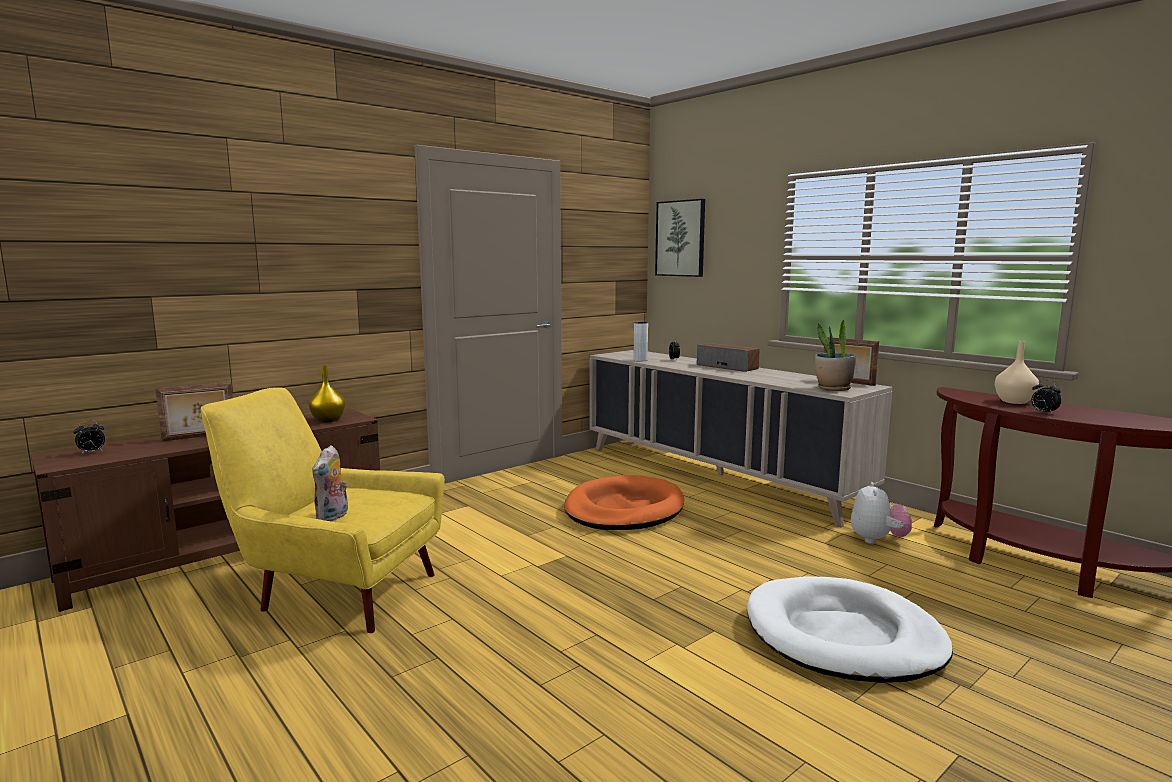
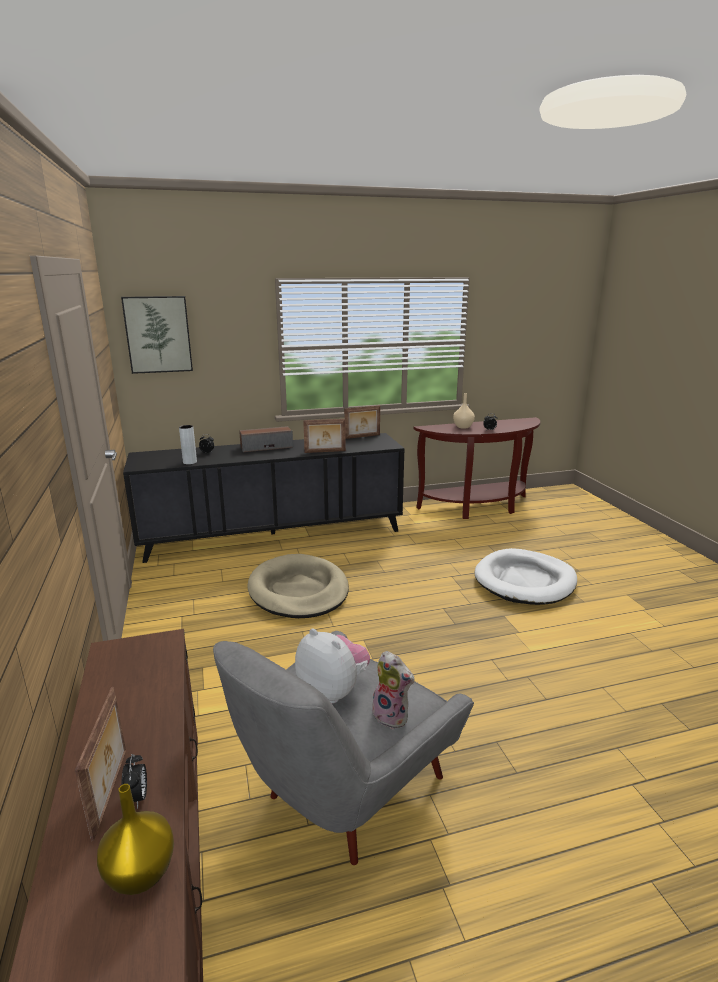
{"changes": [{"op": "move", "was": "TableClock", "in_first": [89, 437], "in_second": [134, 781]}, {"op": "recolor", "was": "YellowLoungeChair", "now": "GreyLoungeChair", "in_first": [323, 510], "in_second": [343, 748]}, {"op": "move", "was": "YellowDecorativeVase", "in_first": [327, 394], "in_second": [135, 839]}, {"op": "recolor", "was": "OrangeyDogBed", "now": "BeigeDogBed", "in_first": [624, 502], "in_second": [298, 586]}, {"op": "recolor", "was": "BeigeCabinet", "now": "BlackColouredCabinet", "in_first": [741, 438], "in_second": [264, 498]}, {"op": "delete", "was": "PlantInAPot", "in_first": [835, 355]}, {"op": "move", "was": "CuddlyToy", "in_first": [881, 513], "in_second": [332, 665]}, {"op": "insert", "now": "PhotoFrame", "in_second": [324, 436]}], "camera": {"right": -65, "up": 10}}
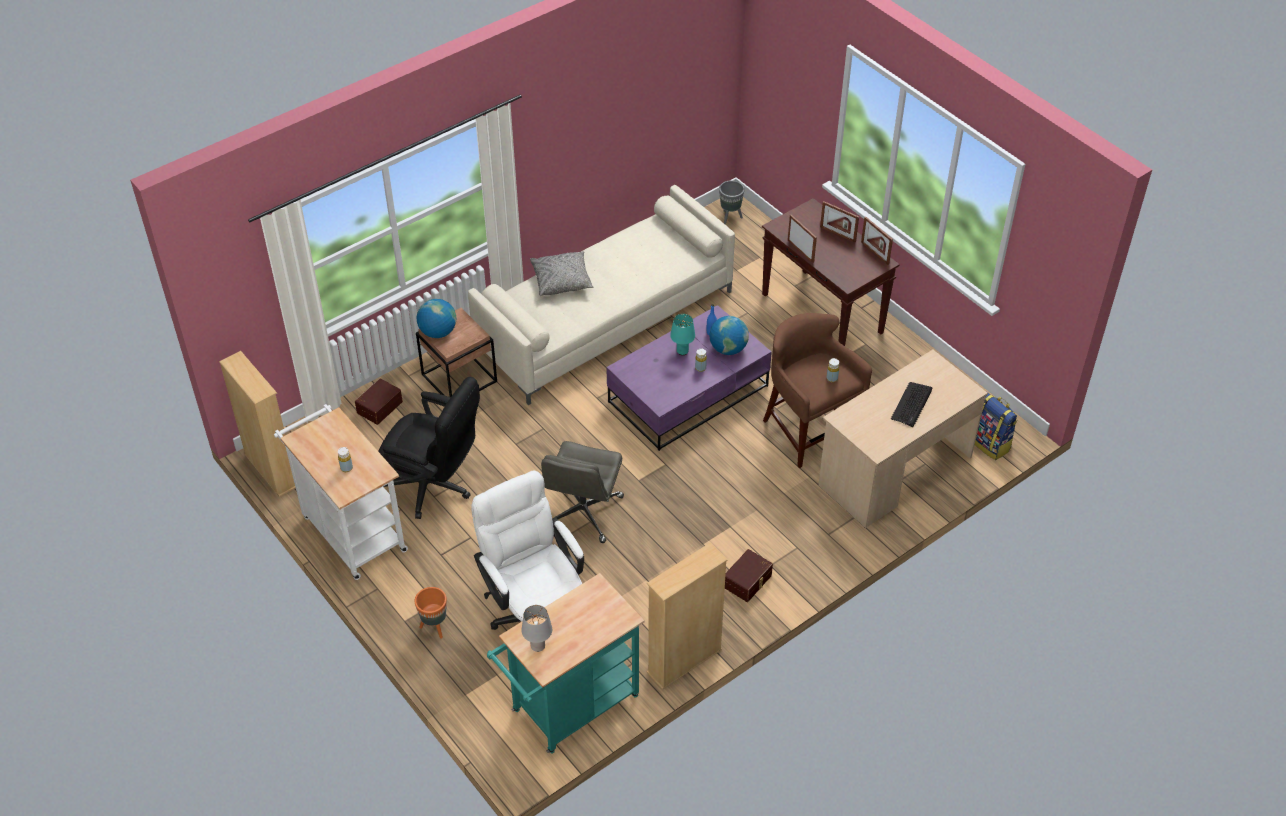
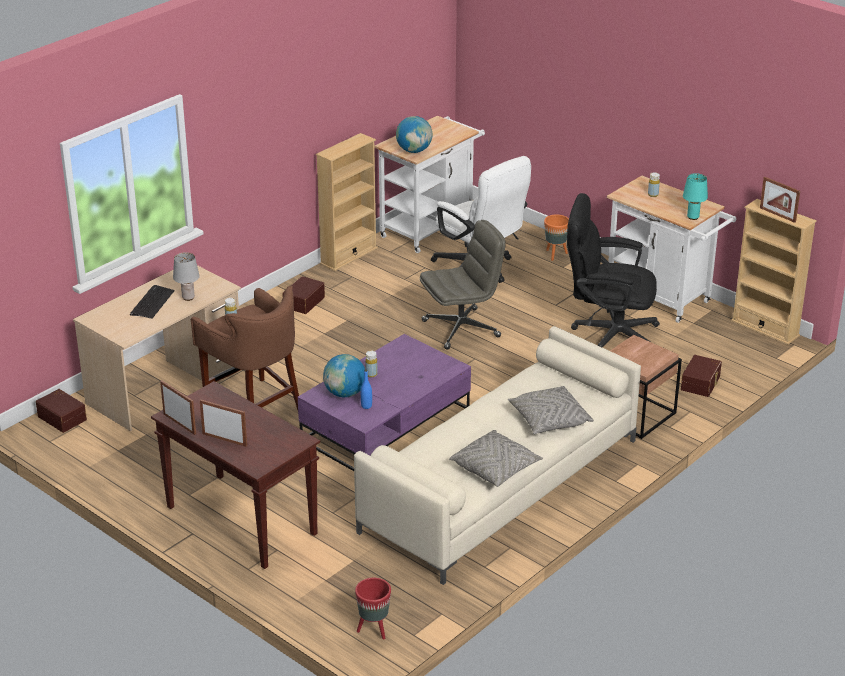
{"changes": [{"op": "move", "was": "Globe", "in_first": [436, 318], "in_second": [414, 134]}, {"op": "recolor", "was": "TurquoiseWheeledCart", "now": "WhiteColouredWheeledCart", "in_first": [566, 663], "in_second": [430, 184]}, {"op": "move", "was": "GreyLampForATable", "in_first": [537, 628], "in_second": [186, 276]}, {"op": "rotate", "was": "GreyDeskChair", "in_first": [582, 492], "in_second": [463, 285], "clockwise": 60}, {"op": "move", "was": "TurquoiseLampForATable", "in_first": [682, 334], "in_second": [695, 196]}, {"op": "recolor", "was": "GreyPlantPot", "now": "RedPlantPot", "in_first": [732, 202], "in_second": [373, 609]}, {"op": "move", "was": "PhotoFrame", "in_first": [802, 239], "in_second": [780, 200]}, {"op": "replace", "was": "Knapsack", "now": "BrownishStorageBox", "in_first": [996, 426], "in_second": [61, 411]}, {"op": "insert", "now": "GreyPillow", "in_second": [496, 458]}], "camera": {"right": 170, "up": -15}}
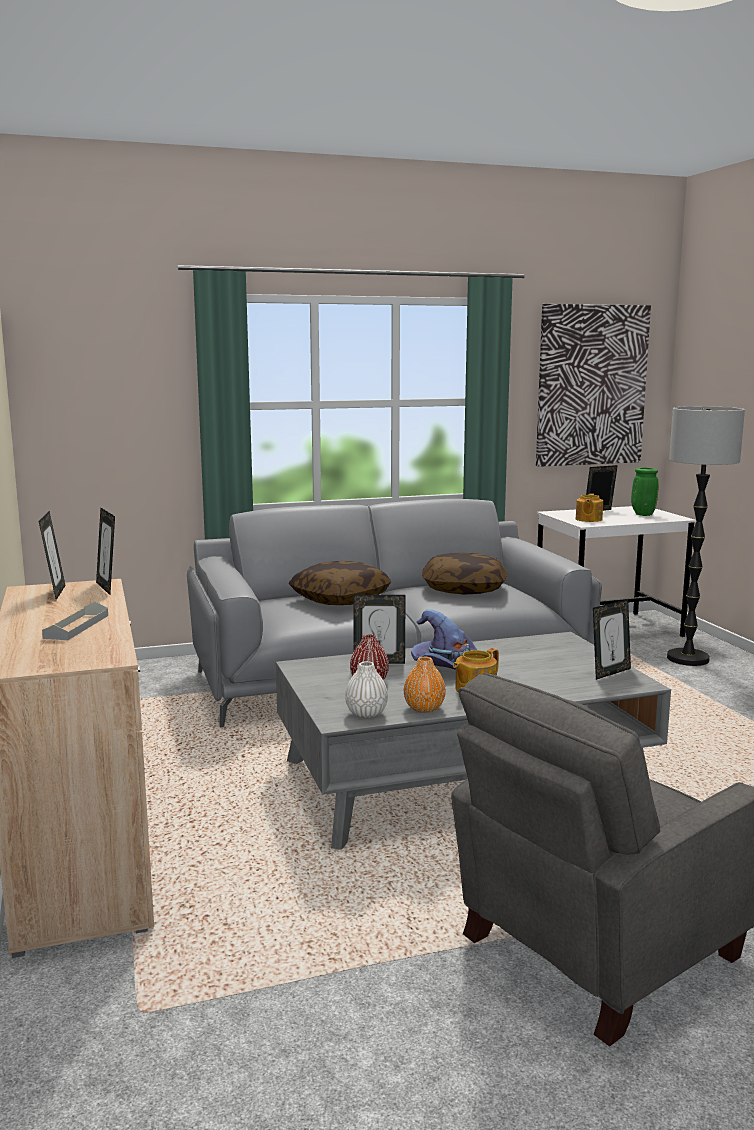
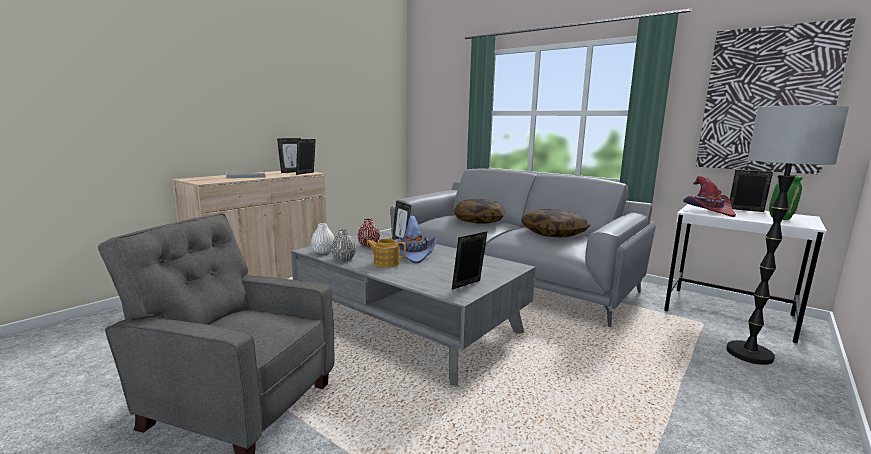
{"changes": [{"op": "recolor", "was": "OrangeyDecorativeVase", "now": "GreyDecorativeVase", "in_first": [425, 685], "in_second": [343, 245]}, {"op": "replace", "was": "Teapot", "now": "RedHat", "in_first": [589, 507], "in_second": [709, 196]}, {"op": "rotate", "was": "PhotoFrame", "in_first": [612, 639], "in_second": [469, 260], "clockwise": 120}], "camera": {"right": 55, "up": 0}}
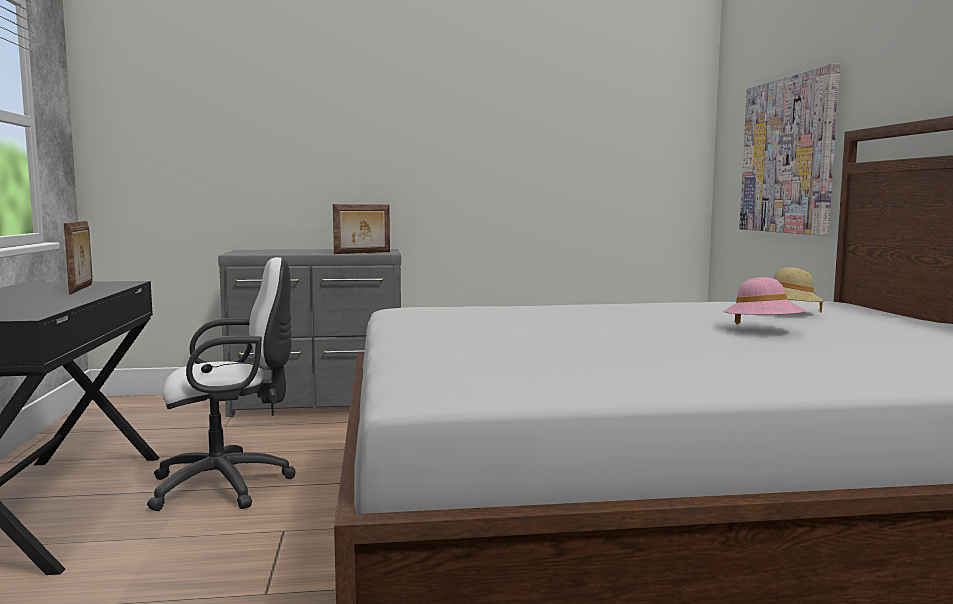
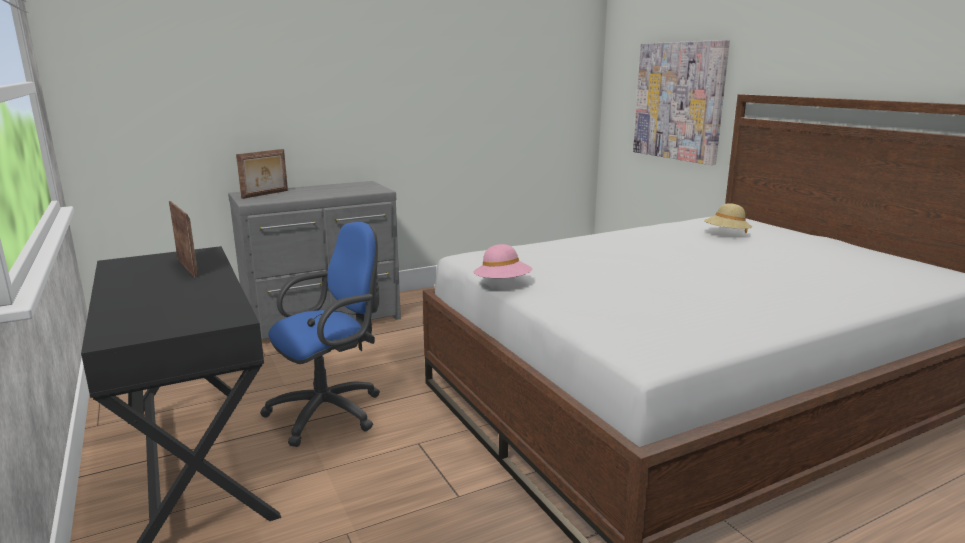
{"changes": [{"op": "recolor", "was": "WhiteColouredDeskChair", "now": "BlueDeskChair", "in_first": [221, 384], "in_second": [320, 334]}, {"op": "move", "was": "PhotoFrame", "in_first": [361, 229], "in_second": [262, 174]}, {"op": "move", "was": "PinkishHat", "in_first": [764, 301], "in_second": [503, 261]}], "camera": {"right": -20, "up": 10}}
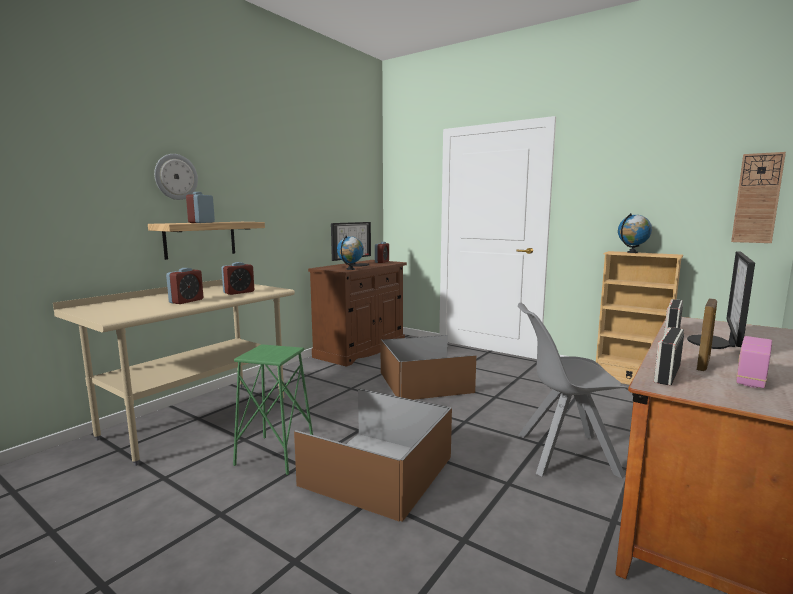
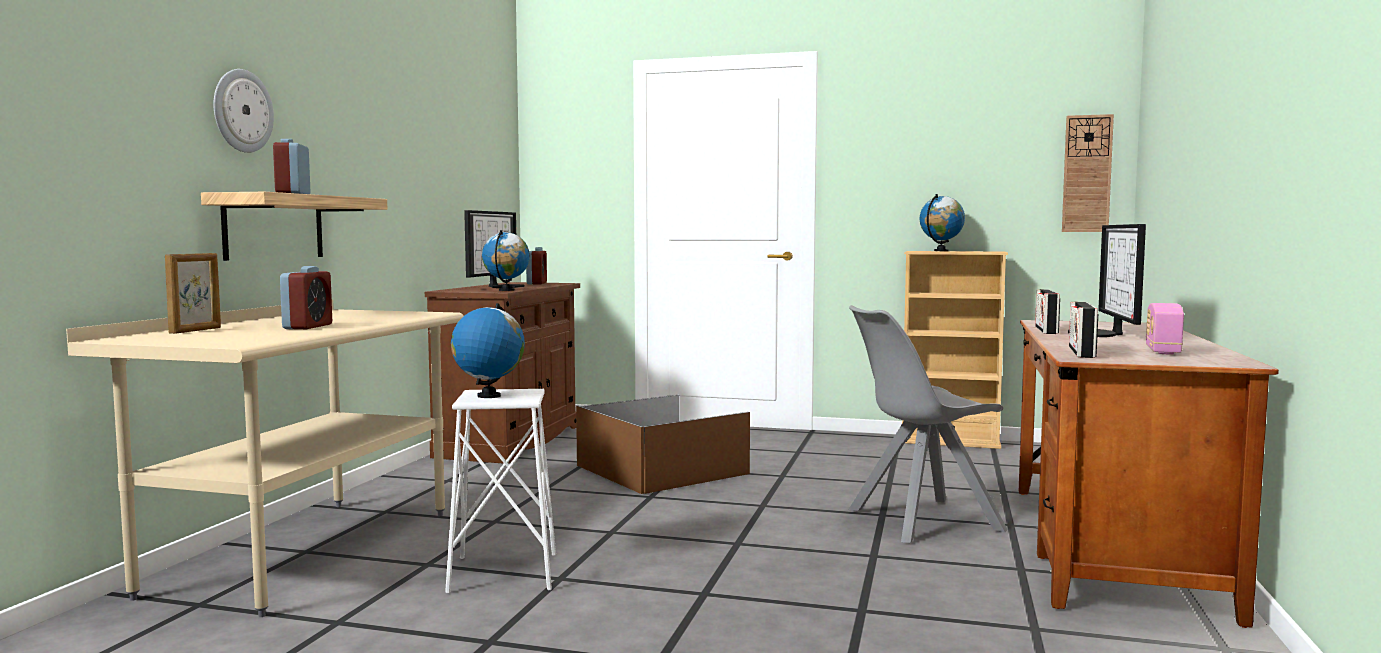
{"changes": [{"op": "delete", "was": "TableClock", "in_first": [237, 278]}, {"op": "recolor", "was": "GreenStool", "now": "WhiteColouredStool", "in_first": [273, 409], "in_second": [500, 491]}, {"op": "delete", "was": "BrownishStorageBox", "in_first": [373, 455]}, {"op": "move", "was": "PhotoFrame", "in_first": [707, 334], "in_second": [193, 293]}, {"op": "insert", "now": "Globe", "in_second": [488, 350]}], "camera": {"right": -20, "up": -5}}
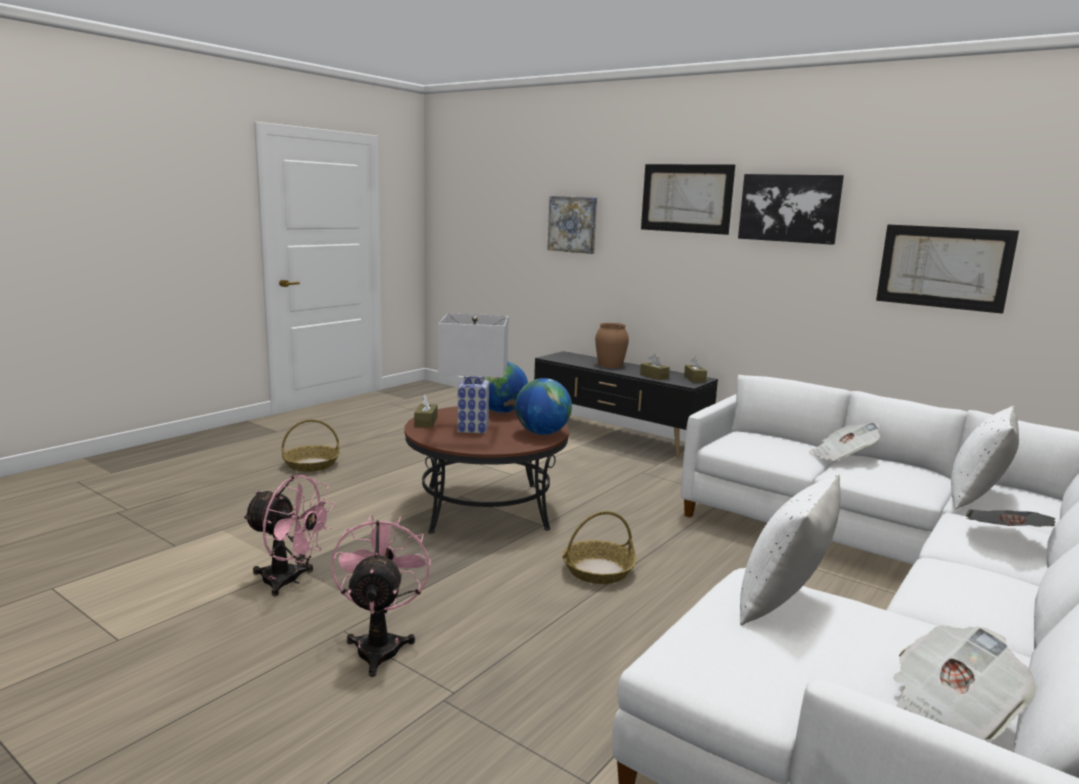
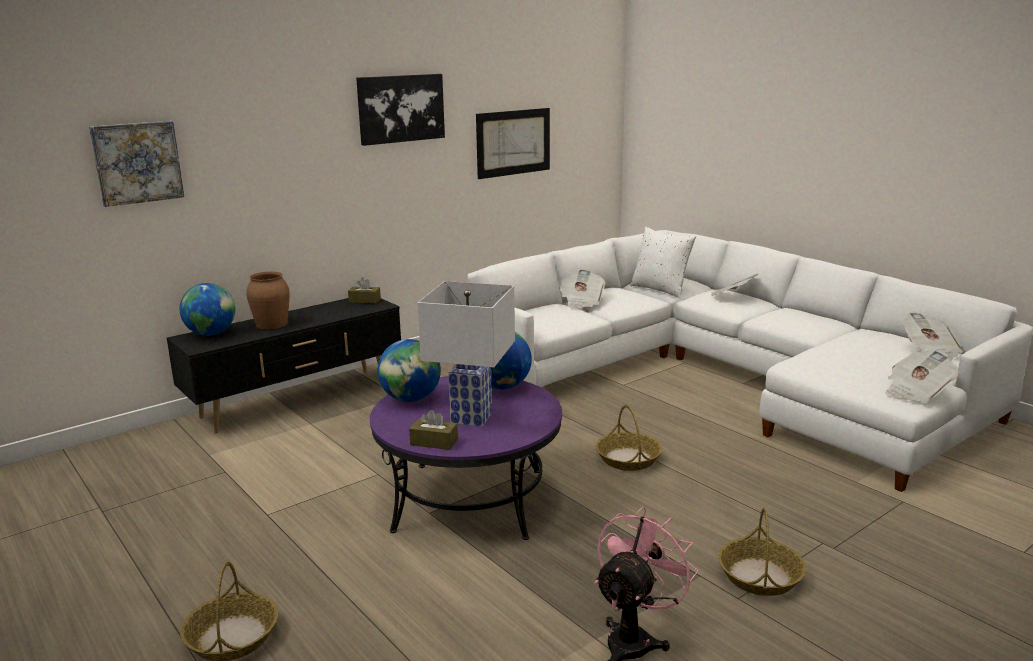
{"changes": [{"op": "replace", "was": "PinkishElectricFan", "now": "HouseholdBasket", "in_first": [381, 595], "in_second": [762, 551]}, {"op": "recolor", "was": "BrownishCoffeeTable", "now": "PurplishCoffeeTable", "in_first": [486, 470], "in_second": [466, 458]}, {"op": "delete", "was": "BrownishTissueBox", "in_first": [655, 367]}, {"op": "delete", "was": "Picture", "in_first": [688, 199]}, {"op": "delete", "was": "WhiteColouredPillow", "in_first": [790, 550]}, {"op": "insert", "now": "Globe", "in_second": [207, 309]}, {"op": "insert", "now": "DailyPaper", "in_second": [922, 376]}], "camera": {"right": -75, "up": 5}}
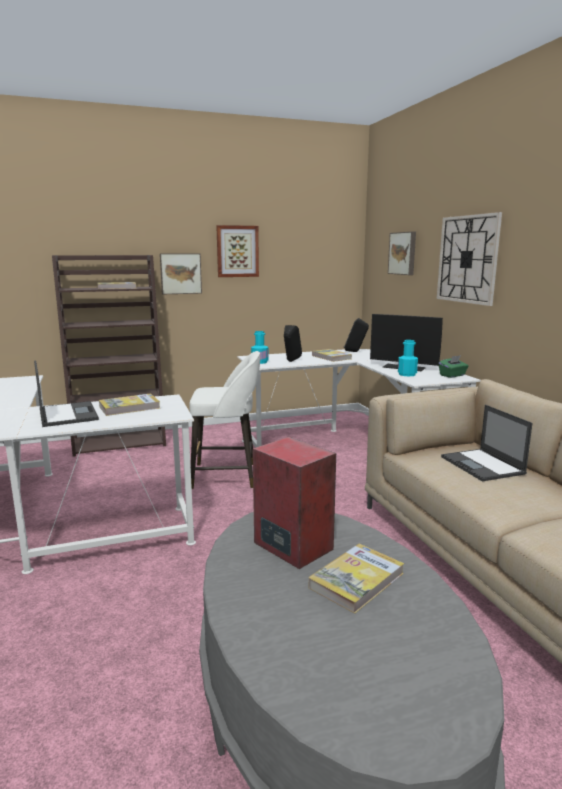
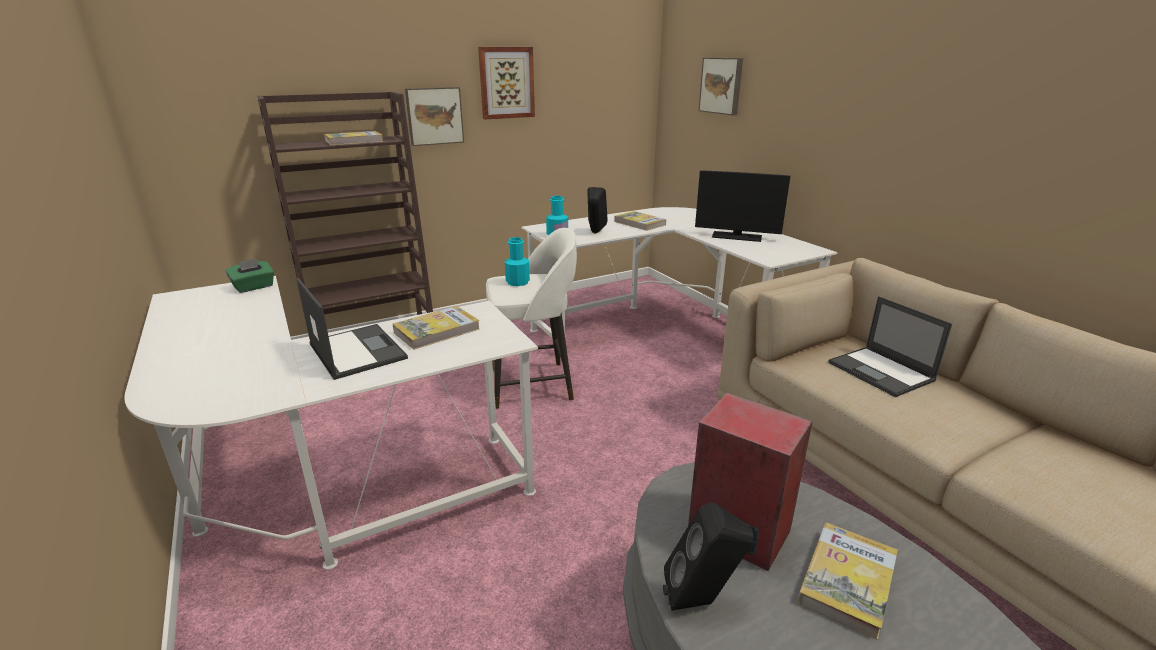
{"changes": [{"op": "move", "was": "BlackColouredSpeaker", "in_first": [356, 335], "in_second": [708, 557]}, {"op": "move", "was": "TurquoiseDrinkBottle", "in_first": [408, 358], "in_second": [517, 261]}, {"op": "delete", "was": "HangingClock", "in_first": [469, 259]}, {"op": "move", "was": "GreenTissueBox", "in_first": [454, 366], "in_second": [249, 276]}], "camera": {"right": -10, "up": 10}}
